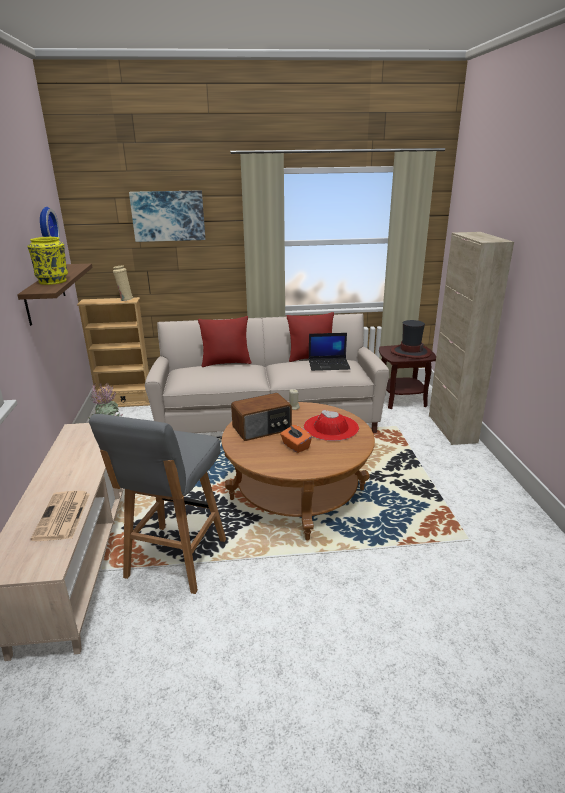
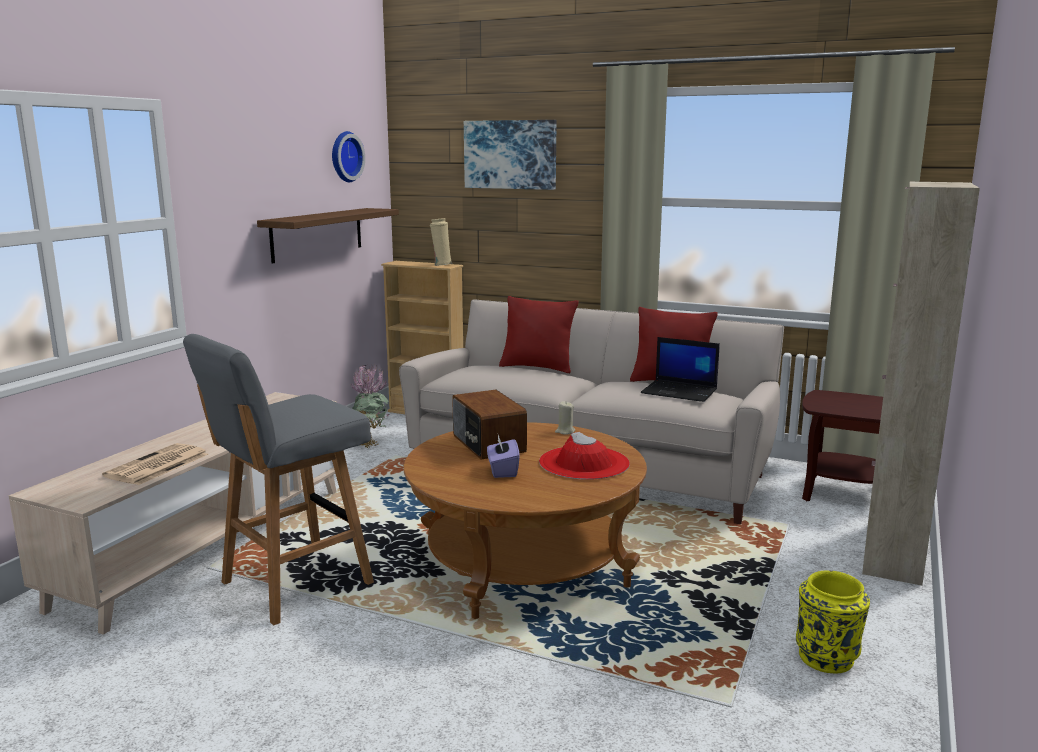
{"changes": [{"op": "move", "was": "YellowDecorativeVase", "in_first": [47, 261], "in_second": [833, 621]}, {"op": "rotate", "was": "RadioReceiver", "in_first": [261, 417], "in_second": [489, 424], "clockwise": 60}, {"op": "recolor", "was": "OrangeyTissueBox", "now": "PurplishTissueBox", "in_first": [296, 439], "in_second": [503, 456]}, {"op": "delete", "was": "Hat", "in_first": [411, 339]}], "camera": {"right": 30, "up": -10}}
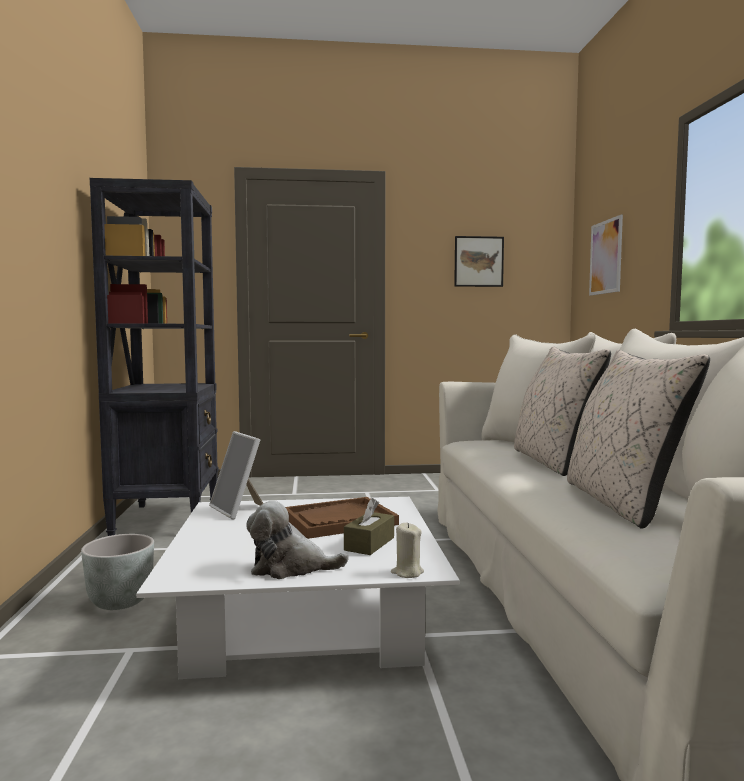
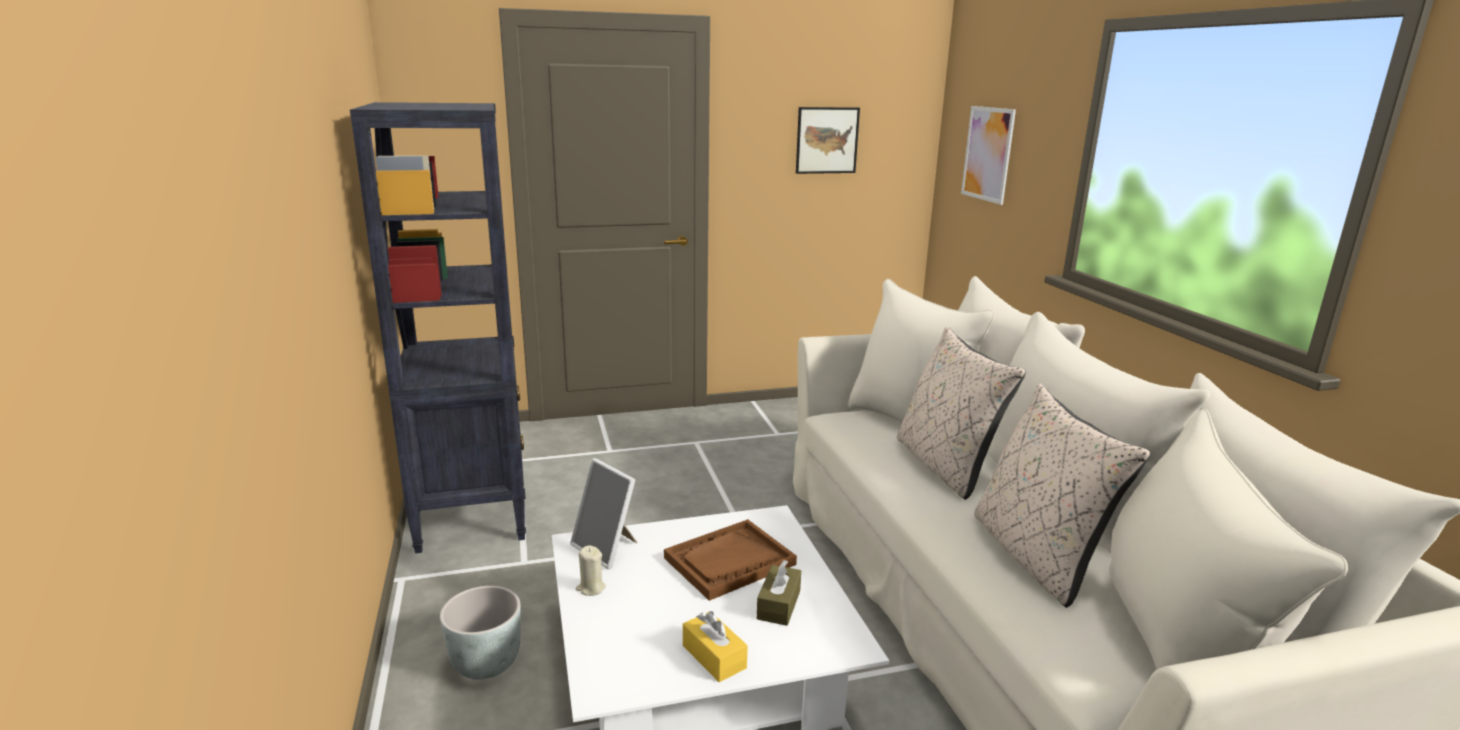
{"changes": [{"op": "replace", "was": "CuddlyToy", "now": "YellowTissueBox", "in_first": [297, 540], "in_second": [715, 646]}, {"op": "move", "was": "BeigeWaxCandle", "in_first": [407, 550], "in_second": [591, 570]}], "camera": {"right": -10, "up": 15}}
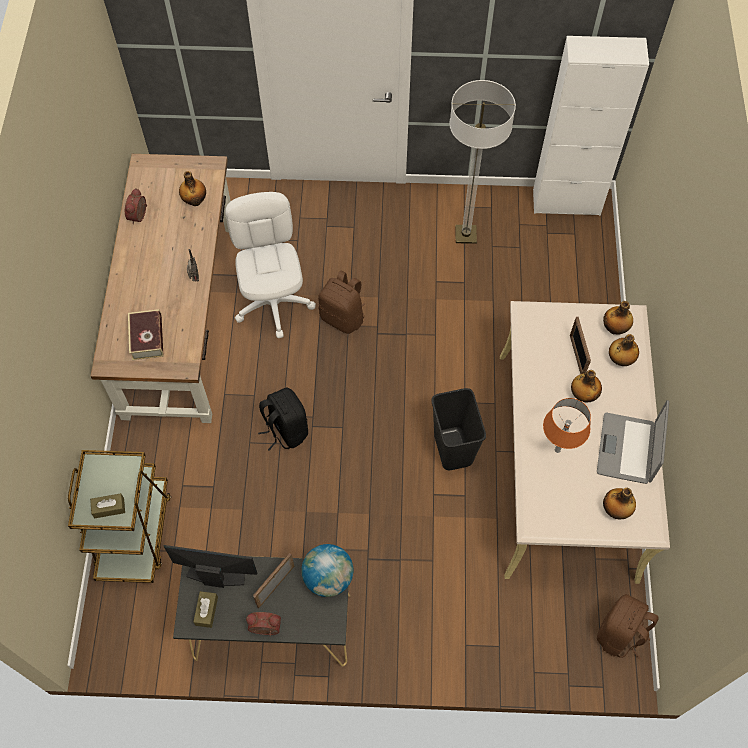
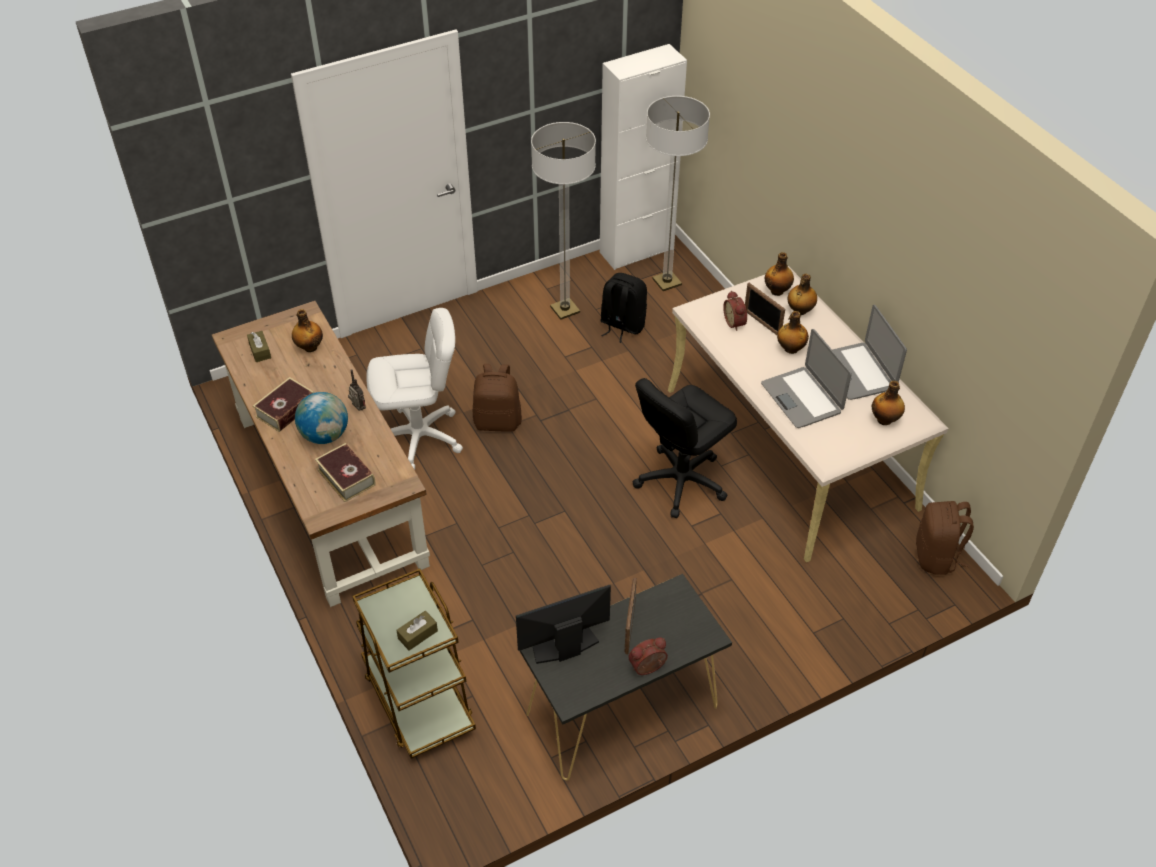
{"changes": [{"op": "move", "was": "TableClock", "in_first": [136, 206], "in_second": [735, 311]}, {"op": "move", "was": "BrownishTissueBox", "in_first": [205, 609], "in_second": [259, 346]}, {"op": "rotate", "was": "WhiteColouredDeskChair", "in_first": [270, 265], "in_second": [414, 389], "clockwise": 120}, {"op": "move", "was": "BlackColouredKnapsack", "in_first": [283, 418], "in_second": [623, 308]}, {"op": "move", "was": "Globe", "in_first": [327, 570], "in_second": [321, 418]}, {"op": "replace", "was": "BlackColouredTrashCan", "now": "BlackColouredDeskChair", "in_first": [458, 429], "in_second": [685, 448]}, {"op": "replace", "was": "OrangeyLampForATable", "now": "NotebookComputer", "in_first": [567, 425], "in_second": [806, 378]}, {"op": "insert", "now": "BoundBook", "in_second": [283, 404]}, {"op": "insert", "now": "StandingLamp", "in_second": [678, 193]}], "camera": {"right": -30, "up": -15}}
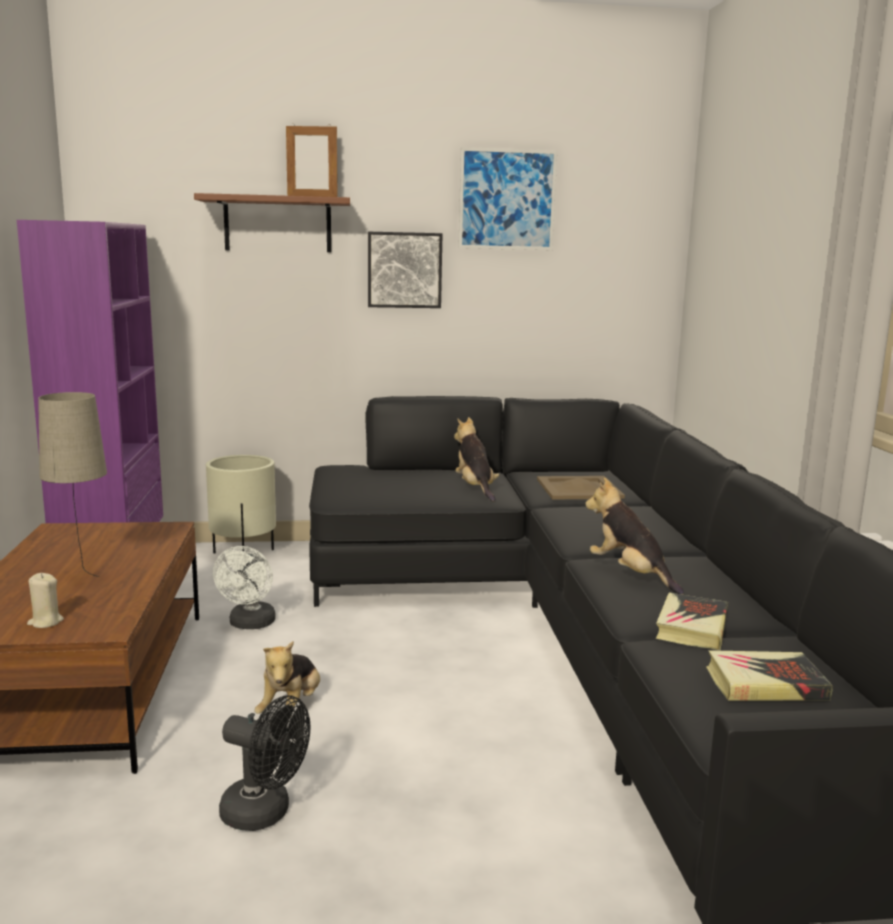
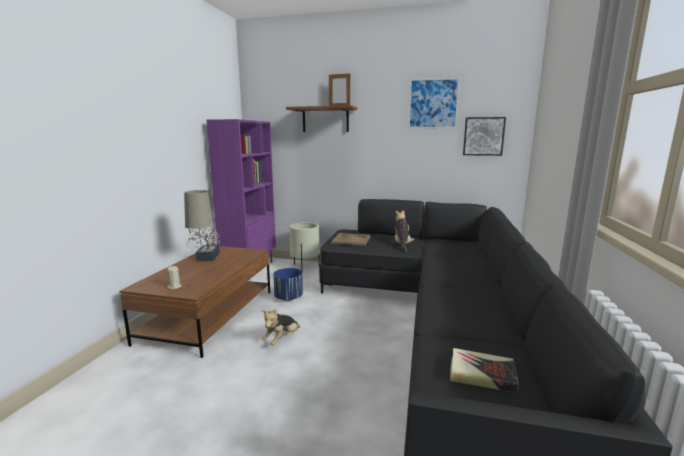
{"changes": [{"op": "replace", "was": "WhiteColouredElectricFan", "now": "BluePlantPot", "in_first": [244, 587], "in_second": [288, 284]}, {"op": "delete", "was": "BlackColouredElectricFan", "in_first": [264, 763]}, {"op": "move", "was": "Picture", "in_first": [405, 270], "in_second": [484, 136]}, {"op": "move", "was": "BeigeCarryingTray", "in_first": [581, 488], "in_second": [351, 239]}, {"op": "delete", "was": "CuddlyToy", "in_first": [634, 536]}, {"op": "delete", "was": "BoundBook", "in_first": [692, 621]}, {"op": "insert", "now": "PlantInAPot", "in_second": [204, 244]}], "camera": {"right": 20, "up": 0}}
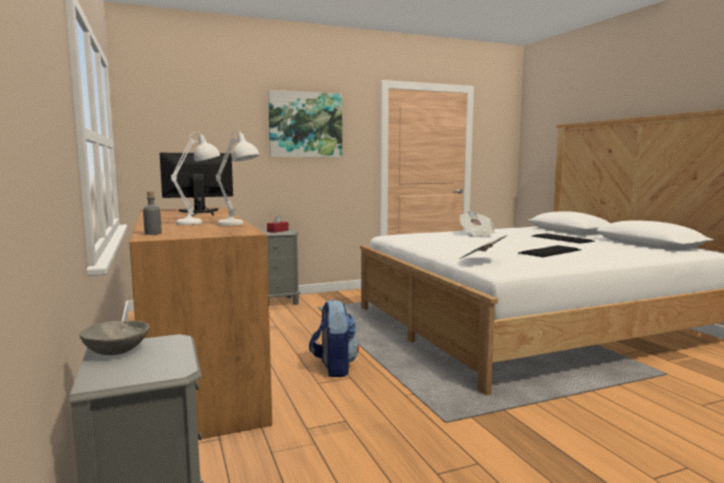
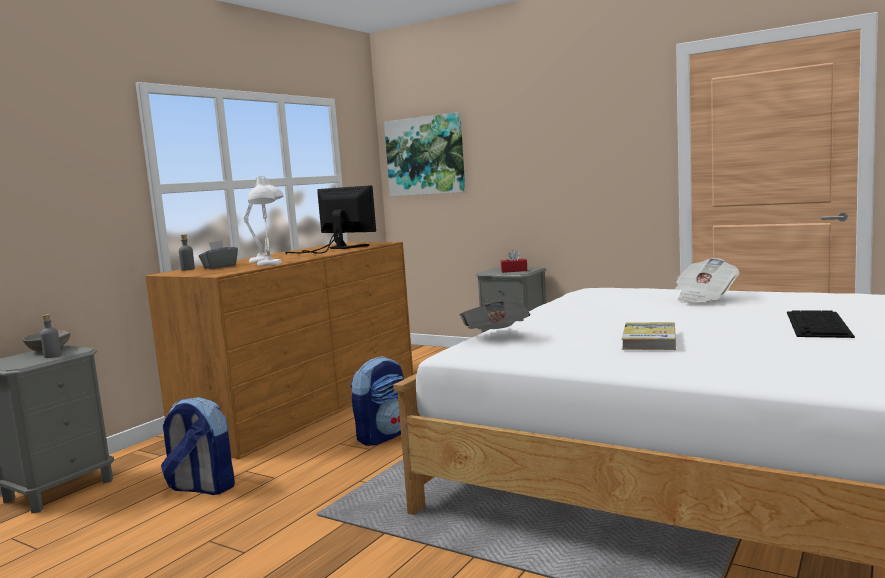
{"changes": [{"op": "move", "was": "Picture", "in_first": [305, 124], "in_second": [425, 154]}, {"op": "replace", "was": "ComputerKeyboard", "now": "BoundBook", "in_first": [550, 251], "in_second": [649, 336]}, {"op": "insert", "now": "GreyDrinkBottle", "in_second": [51, 336]}, {"op": "insert", "now": "Knapsack", "in_second": [198, 446]}, {"op": "insert", "now": "GreyTissueBox", "in_second": [218, 254]}], "camera": {"right": 55, "up": 0}}
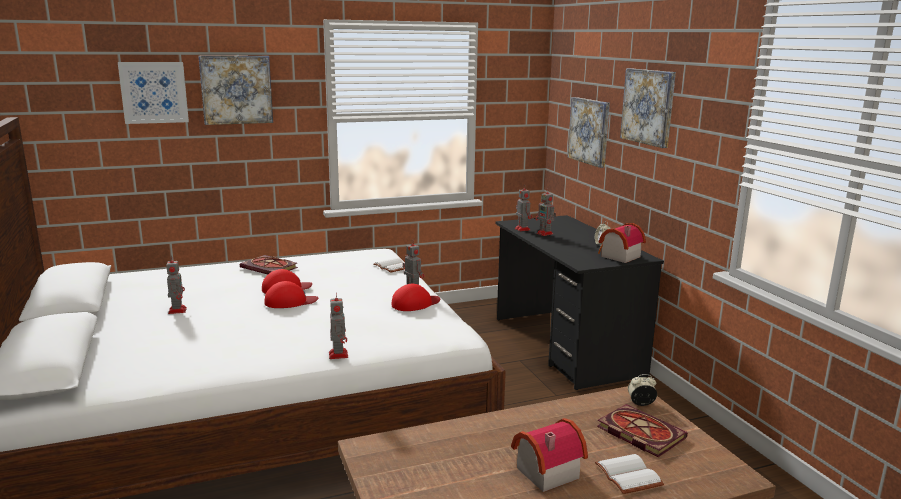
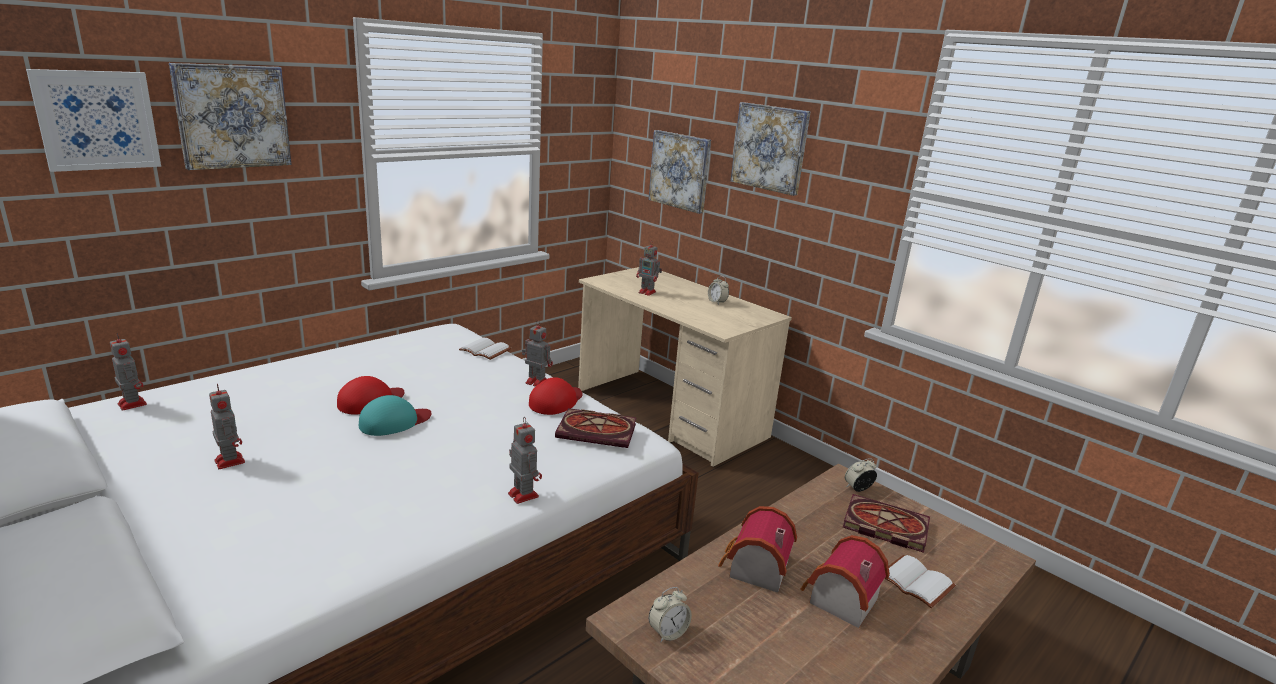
{"changes": [{"op": "move", "was": "BoundBook", "in_first": [269, 265], "in_second": [595, 428]}, {"op": "recolor", "was": "RedBaseballCap", "now": "TurquoiseBaseballCap", "in_first": [291, 294], "in_second": [395, 415]}, {"op": "recolor", "was": "BlackColouredDeskTable", "now": "BeigeDeskTable", "in_first": [580, 302], "in_second": [685, 367]}, {"op": "move", "was": "RobotFigure", "in_first": [524, 209], "in_second": [128, 372]}, {"op": "move", "was": "ToyHouse", "in_first": [622, 243], "in_second": [757, 549]}, {"op": "insert", "now": "TableClock", "in_second": [670, 614]}], "camera": {"right": -25, "up": 5}}
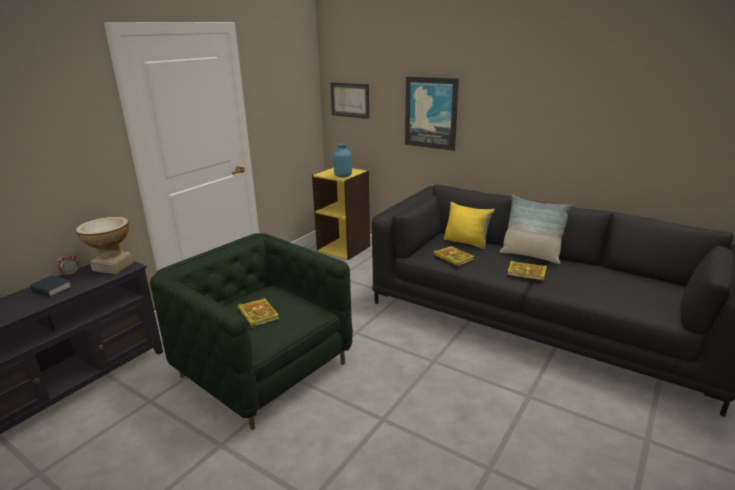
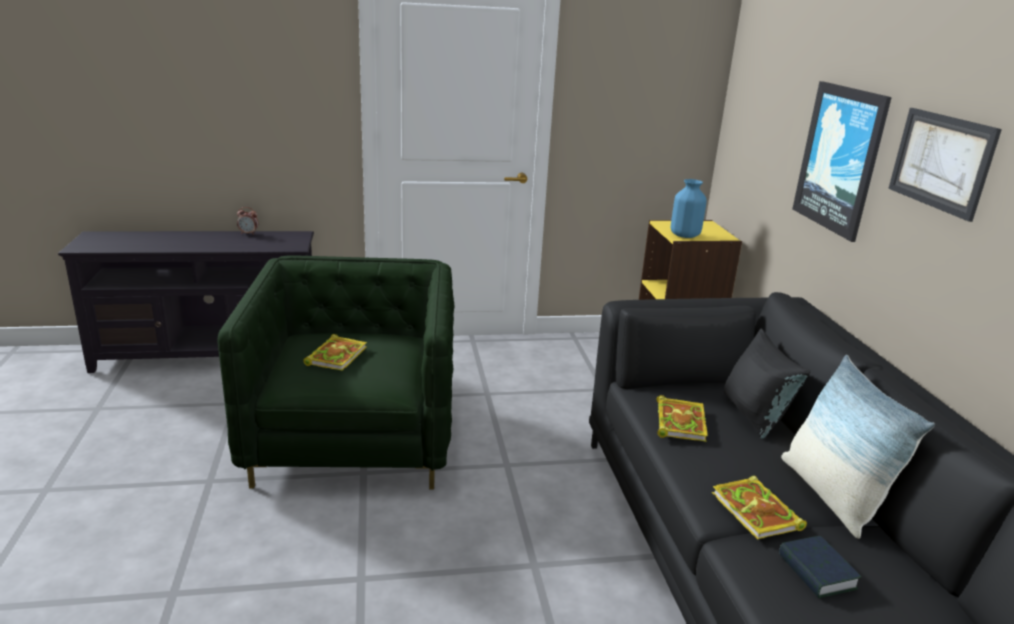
{"changes": [{"op": "move", "was": "BoundBook", "in_first": [50, 286], "in_second": [820, 567]}, {"op": "delete", "was": "DecorativeVase", "in_first": [105, 245]}, {"op": "move", "was": "Picture", "in_first": [349, 100], "in_second": [945, 165]}, {"op": "recolor", "was": "YellowPillow", "now": "BlackColouredPillow", "in_first": [469, 225], "in_second": [767, 384]}], "camera": {"right": 45, "up": 0}}
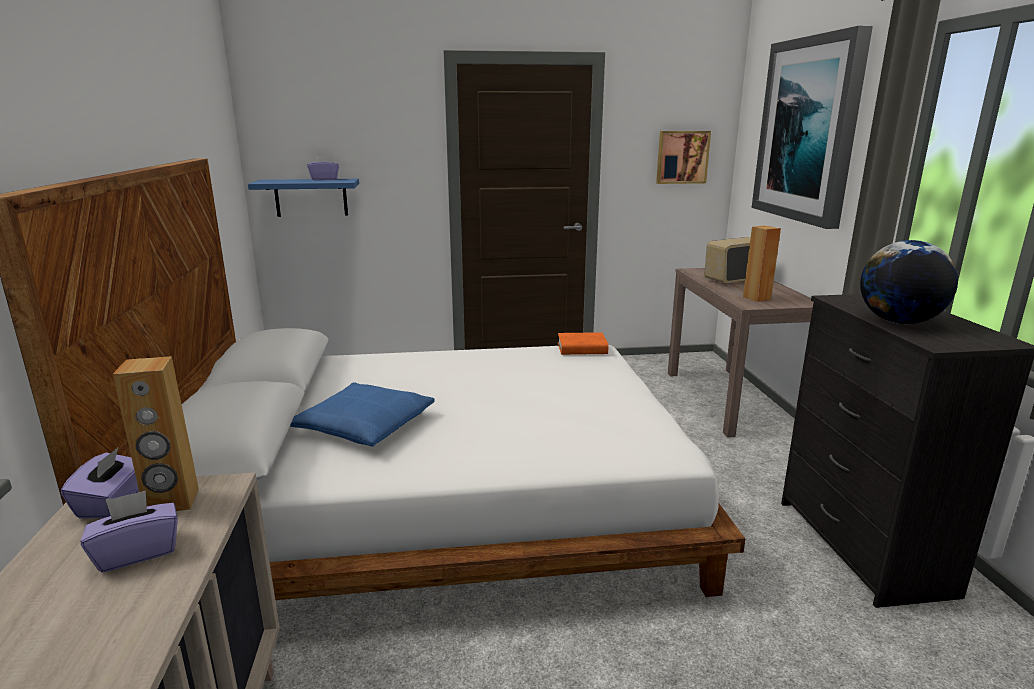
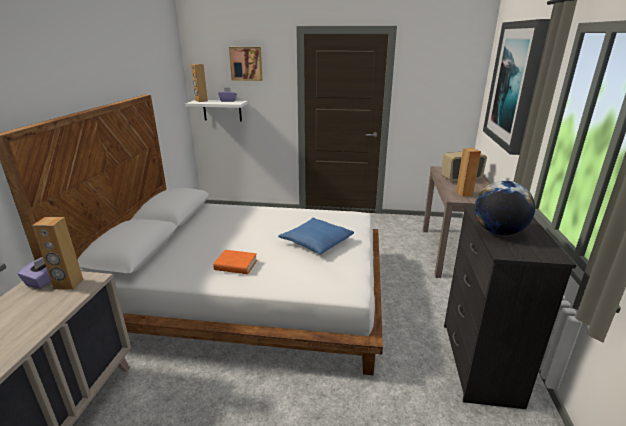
{"changes": [{"op": "delete", "was": "PurplishTissueBox", "in_first": [129, 531]}, {"op": "recolor", "was": "BlueWallShelf", "now": "WhiteColouredWallShelf", "in_first": [303, 198], "in_second": [217, 110]}, {"op": "move", "was": "BluePillow", "in_first": [362, 414], "in_second": [316, 236]}, {"op": "move", "was": "OrangeyBoundBook", "in_first": [583, 343], "in_second": [235, 262]}, {"op": "move", "was": "Picture", "in_first": [683, 157], "in_second": [246, 64]}, {"op": "insert", "now": "BrownishSpeaker", "in_second": [199, 83]}], "camera": {"right": 15, "up": 5}}
